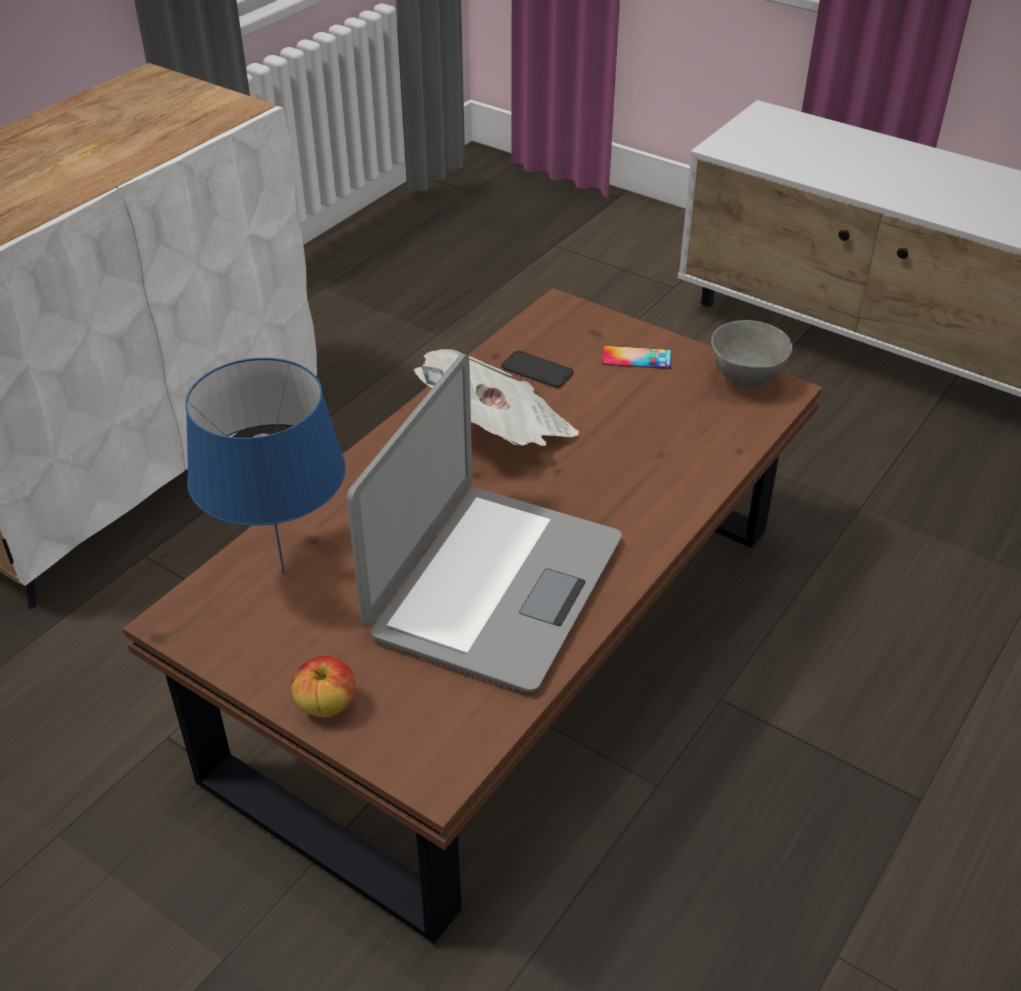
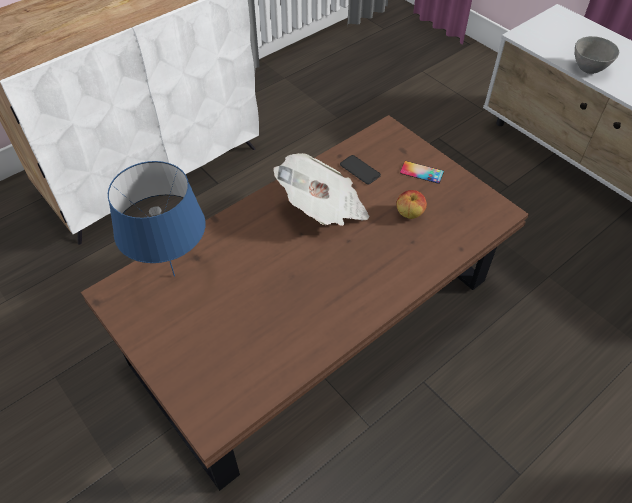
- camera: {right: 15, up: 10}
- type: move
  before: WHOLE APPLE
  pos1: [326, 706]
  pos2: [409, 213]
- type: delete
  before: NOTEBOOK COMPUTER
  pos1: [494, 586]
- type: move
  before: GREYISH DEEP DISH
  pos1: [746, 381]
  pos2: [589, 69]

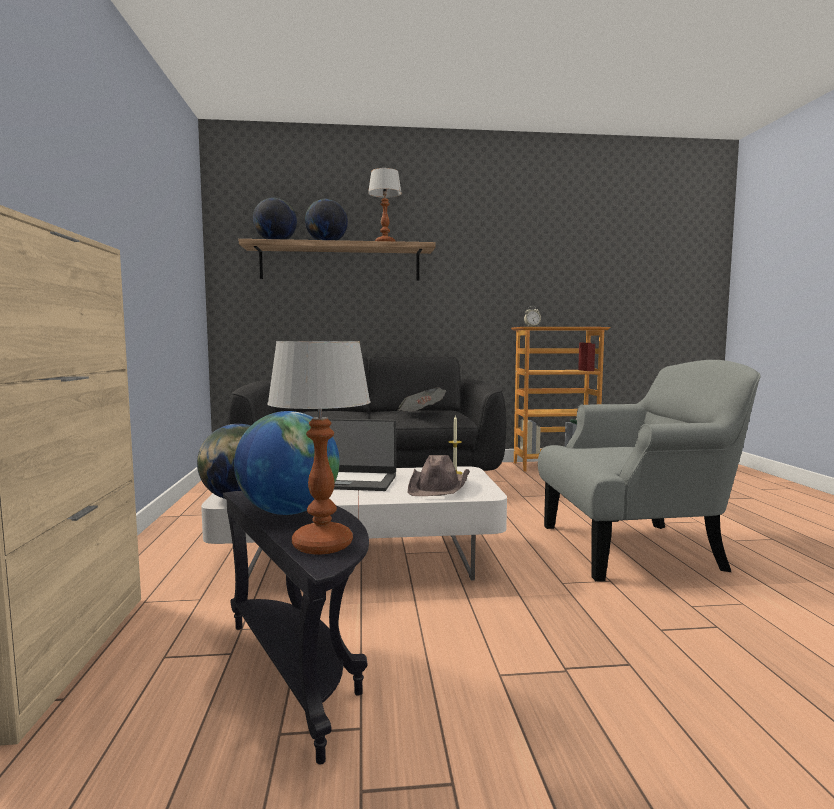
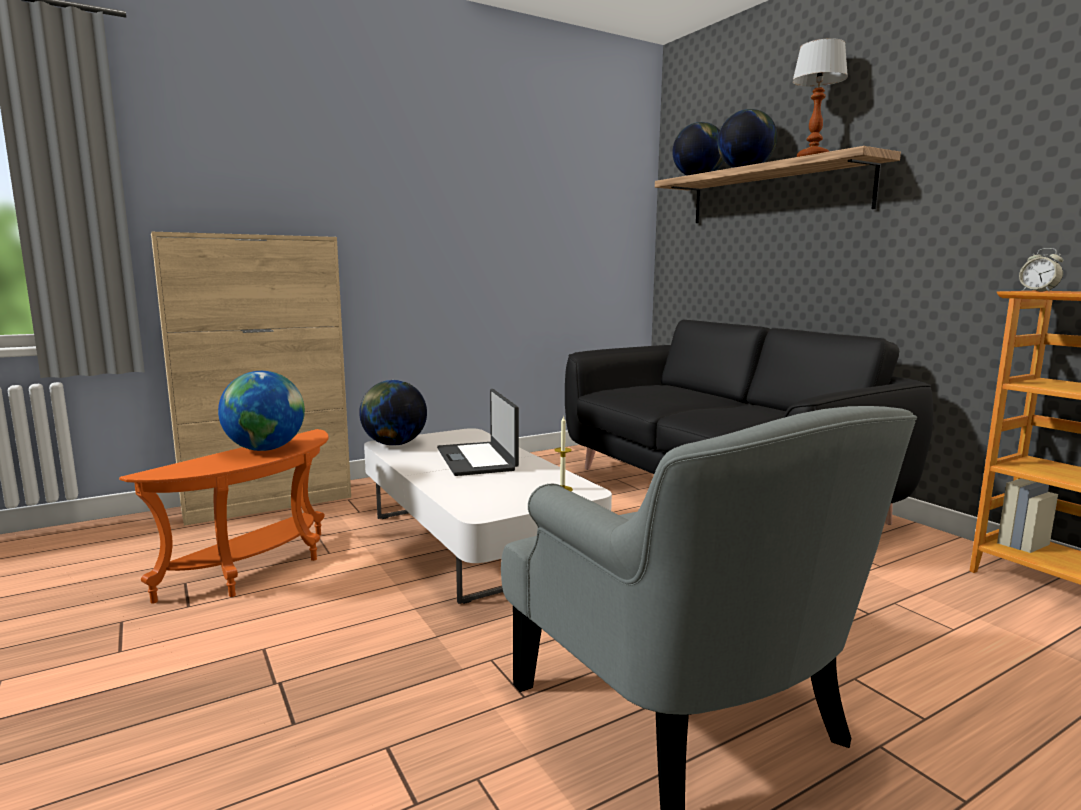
- camera: {right: 65, up: 5}
- type: recolor
  before: BLACK END TABLE
  after: ORANGE END TABLE
  pos1: [300, 672]
  pos2: [259, 570]
- type: delete
  before: TABLETOP LAMP
  pos1: [322, 544]
- type: delete
  before: NEWSPAPER
  pos1: [421, 414]
- type: delete
  before: BROWN HAT
  pos1: [439, 486]

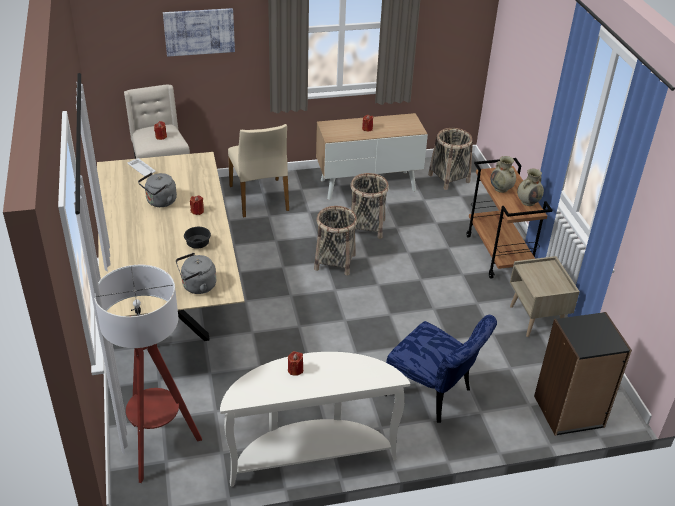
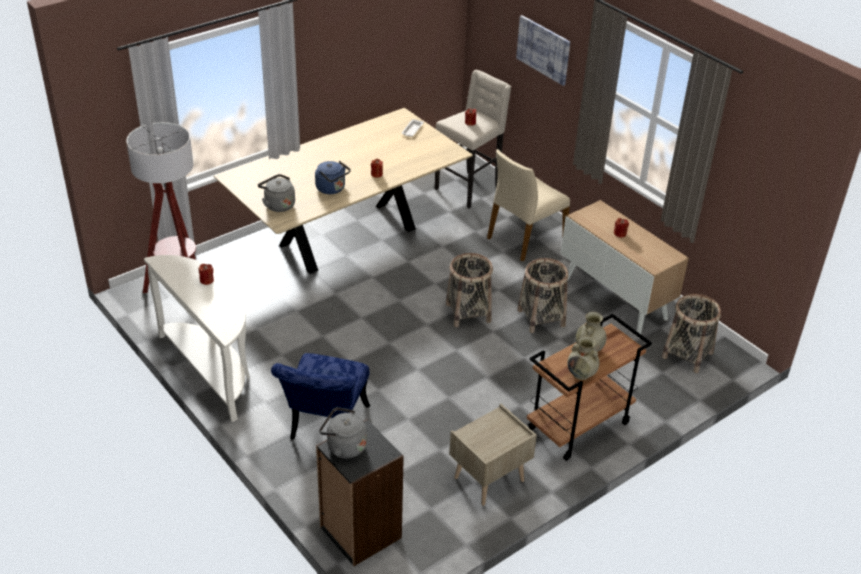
- camera: {right: 65, up: 0}
- type: move
  before: GREYISH WATER KETTLE
  pos1: [160, 202]
  pos2: [344, 446]
- type: replace
  before: BLACK DEEP DISH
  after: BLUISH WATER KETTLE
  pos1: [199, 244]
  pos2: [332, 189]

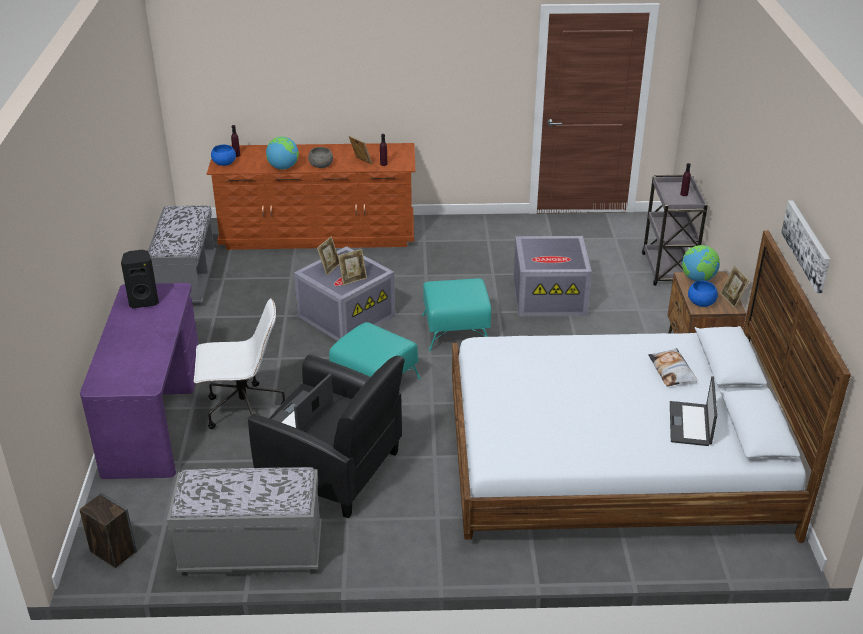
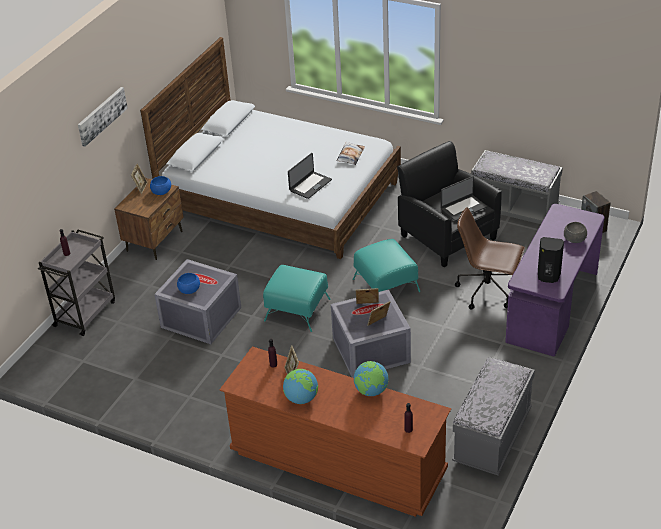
- camera: {right: -150, up: 5}
- type: recolor
  before: WHITISH OFFICE CHAIR
  after: BROWN OFFICE CHAIR
  pos1: [243, 410]
  pos2: [488, 291]
- type: move
  before: BLUISH DEEP DISH
  pos1: [224, 163]
  pos2: [189, 289]
- type: move
  before: GREYISH DEEP DISH
  pos1: [321, 165]
  pos2: [574, 239]
- type: move
  before: THROW PILLOW
  pos1: [672, 371]
  pos2: [350, 156]
- type: move
  before: NOTEBOOK COMPUTER
  pos1: [691, 424]
  pos2: [310, 185]
- type: move
  before: DESK GLOBE
  pos1: [698, 279]
  pos2: [301, 398]
- type: move
  before: WALL ART
  pos1: [807, 245]
  pos2: [101, 115]

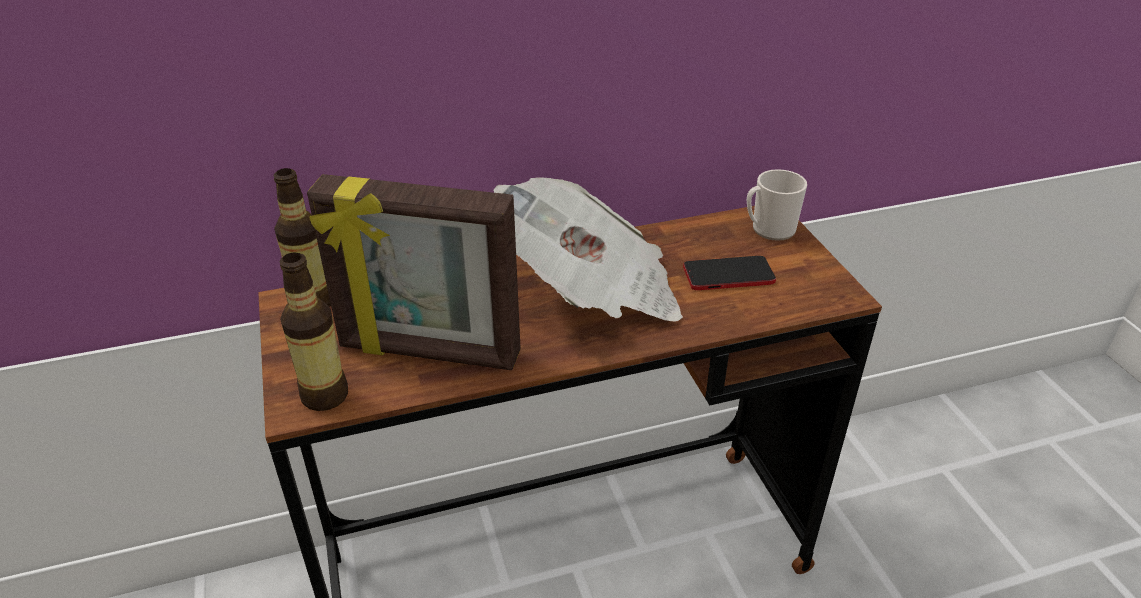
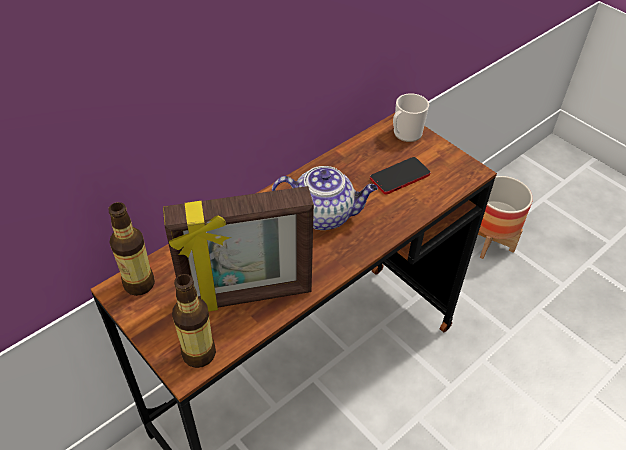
- camera: {right: -25, up: 10}
- type: replace
  before: NEWSPAPER
  after: POT FOR TEA
  pos1: [592, 291]
  pos2: [324, 215]
- type: insert
  after: PLANT POT
  pos2: [489, 241]

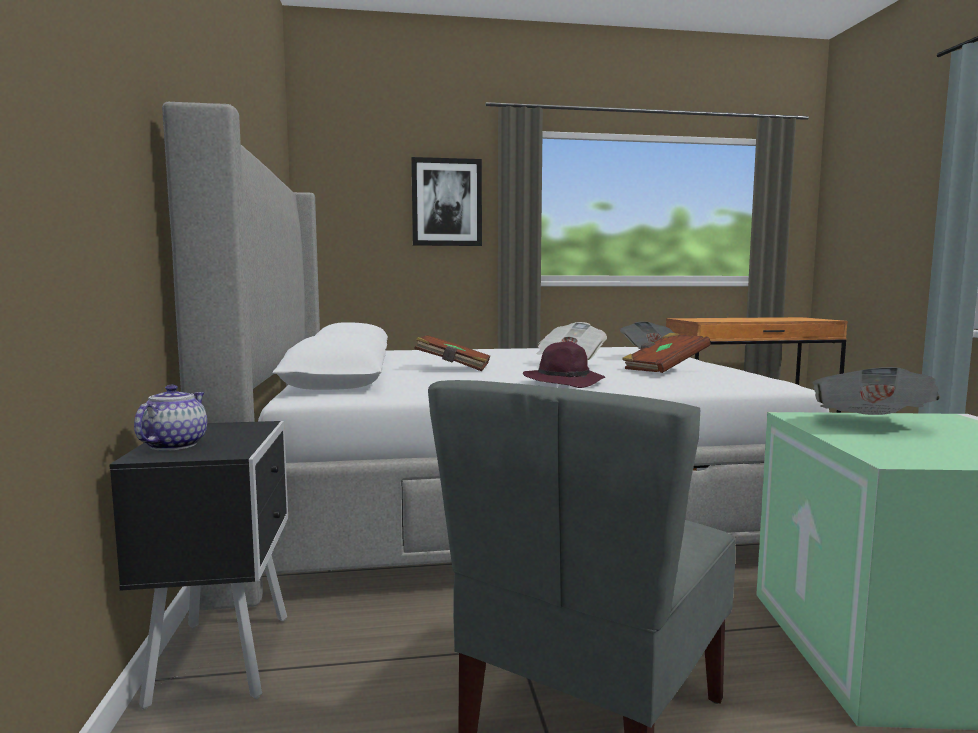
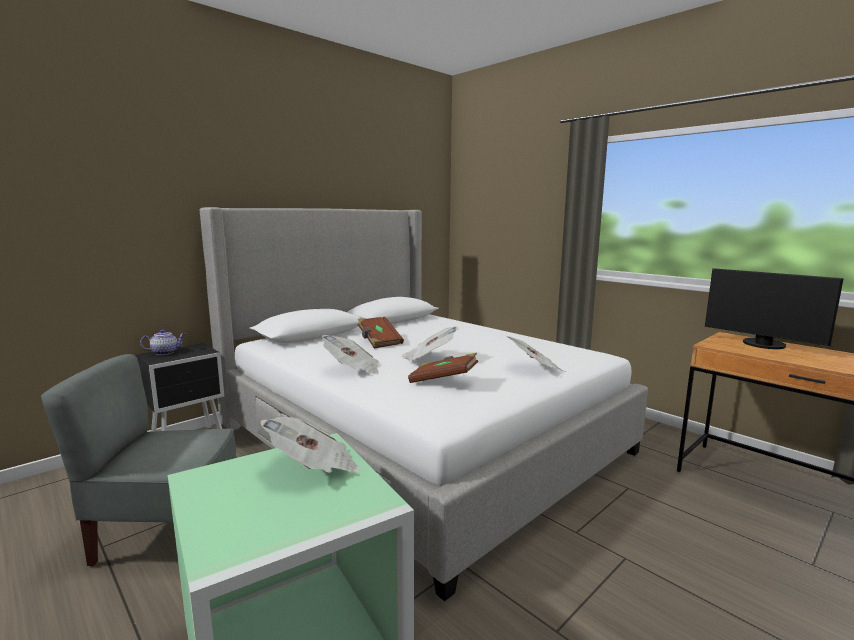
- camera: {right: 55, up: 5}
- type: delete
  before: WALL ART
  pos1: [446, 202]
- type: replace
  before: PURPLE HAT
  after: NEWSPAPER
  pos1: [564, 382]
  pos2: [353, 369]
- type: insert
  after: COMPUTER SCREEN
  pos2: [763, 345]

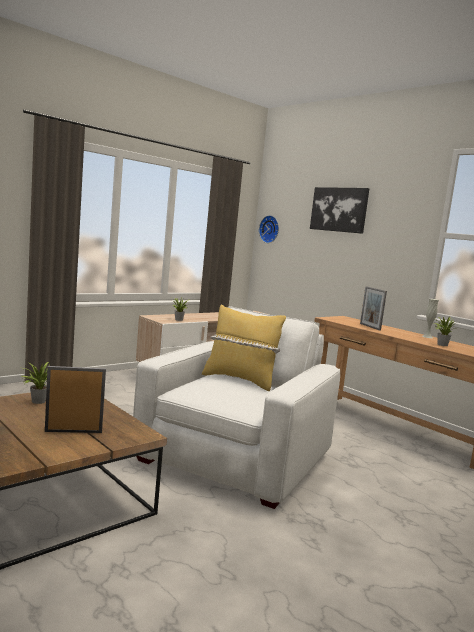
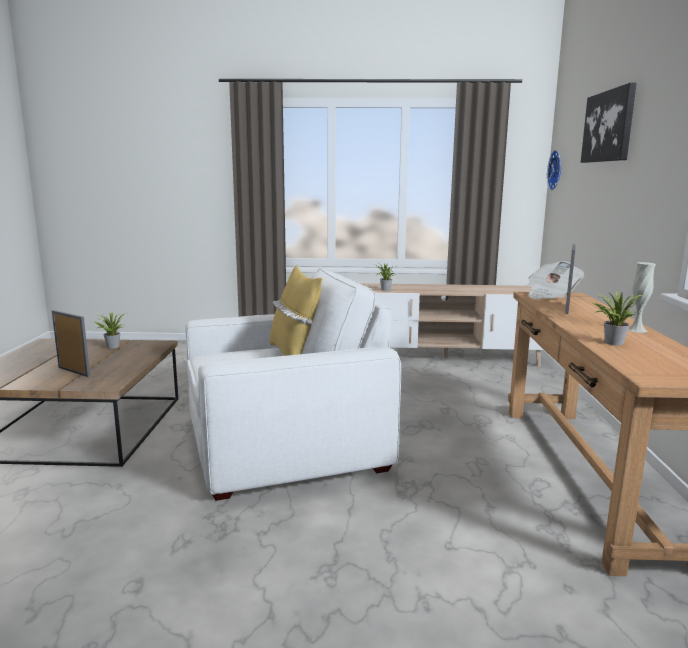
- camera: {right: 45, up: 5}
- type: insert
  after: NEWSPAPER
  pos2: [551, 295]

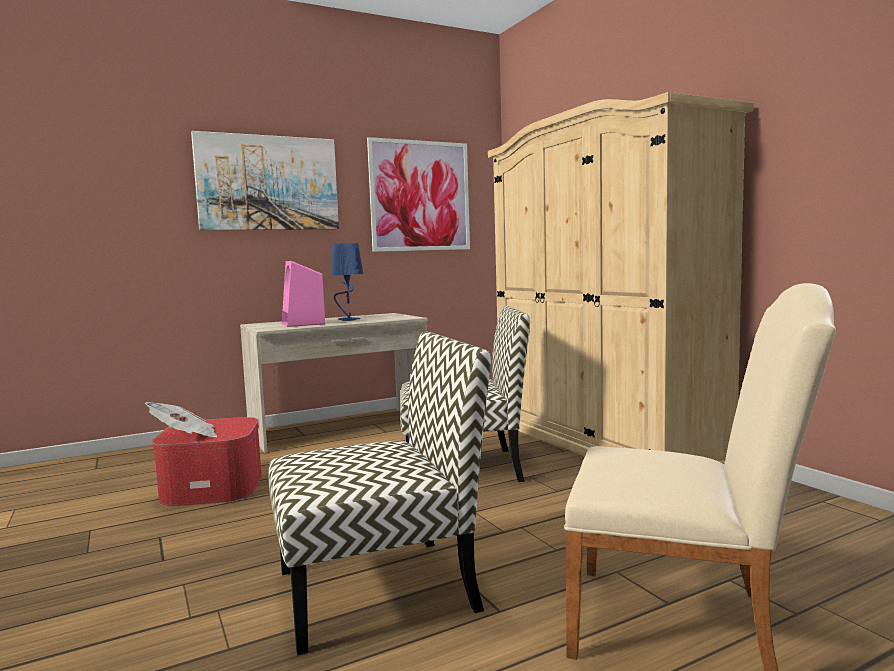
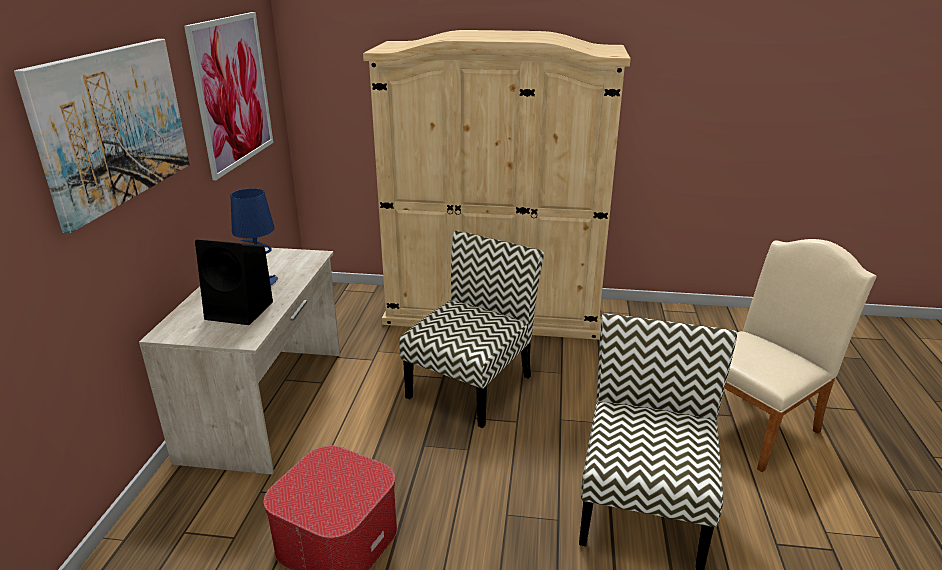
- camera: {right: -55, up: 20}
- type: delete
  before: NEWSPAPER
  pos1: [185, 437]
- type: recolor
  before: PINK-COLOURED AUDIO SPEAKER
  after: BLACK AUDIO SPEAKER
  pos1: [303, 324]
  pos2: [241, 310]

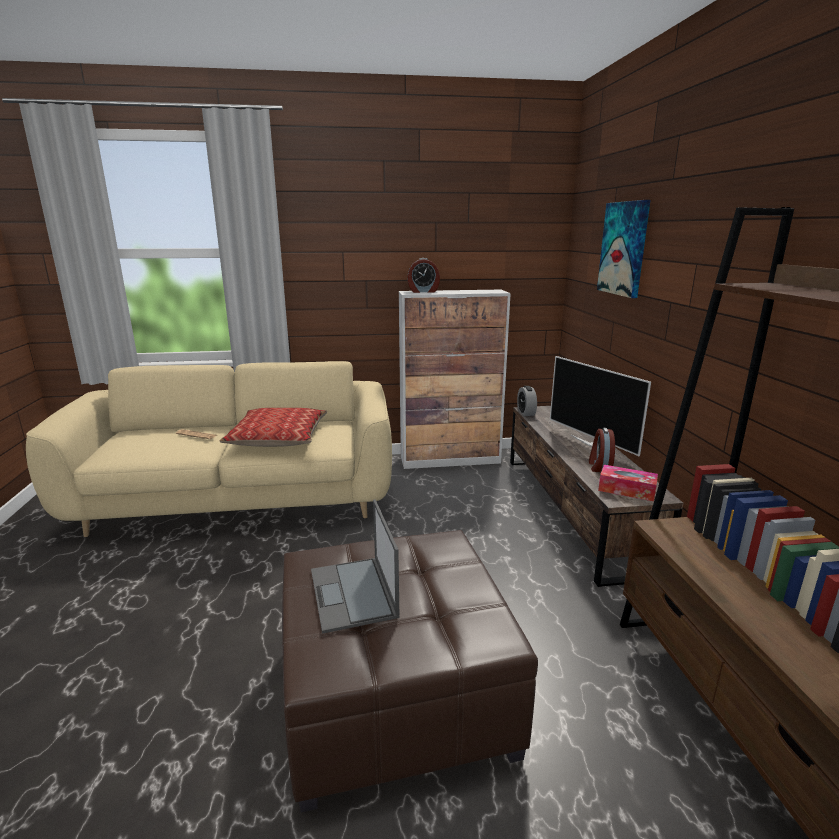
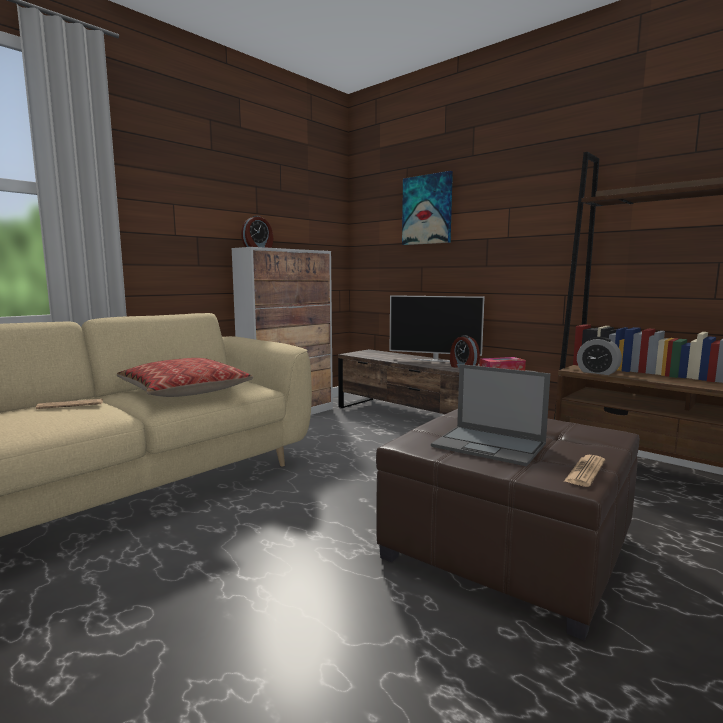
- camera: {right: -40, up: -10}
- type: move
  before: ALARM CLOCK
  pos1: [526, 412]
  pos2: [597, 372]
- type: insert
  after: NEWSPAPER
  pos2: [585, 471]

